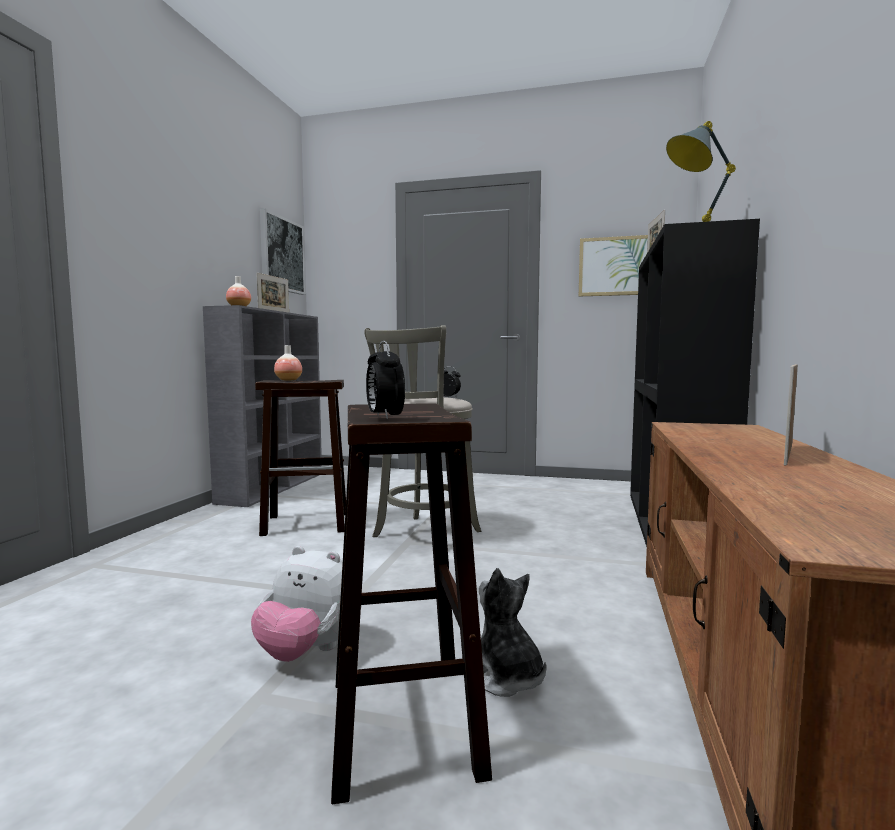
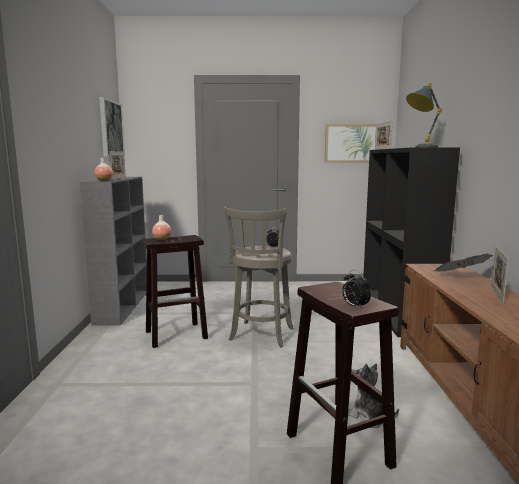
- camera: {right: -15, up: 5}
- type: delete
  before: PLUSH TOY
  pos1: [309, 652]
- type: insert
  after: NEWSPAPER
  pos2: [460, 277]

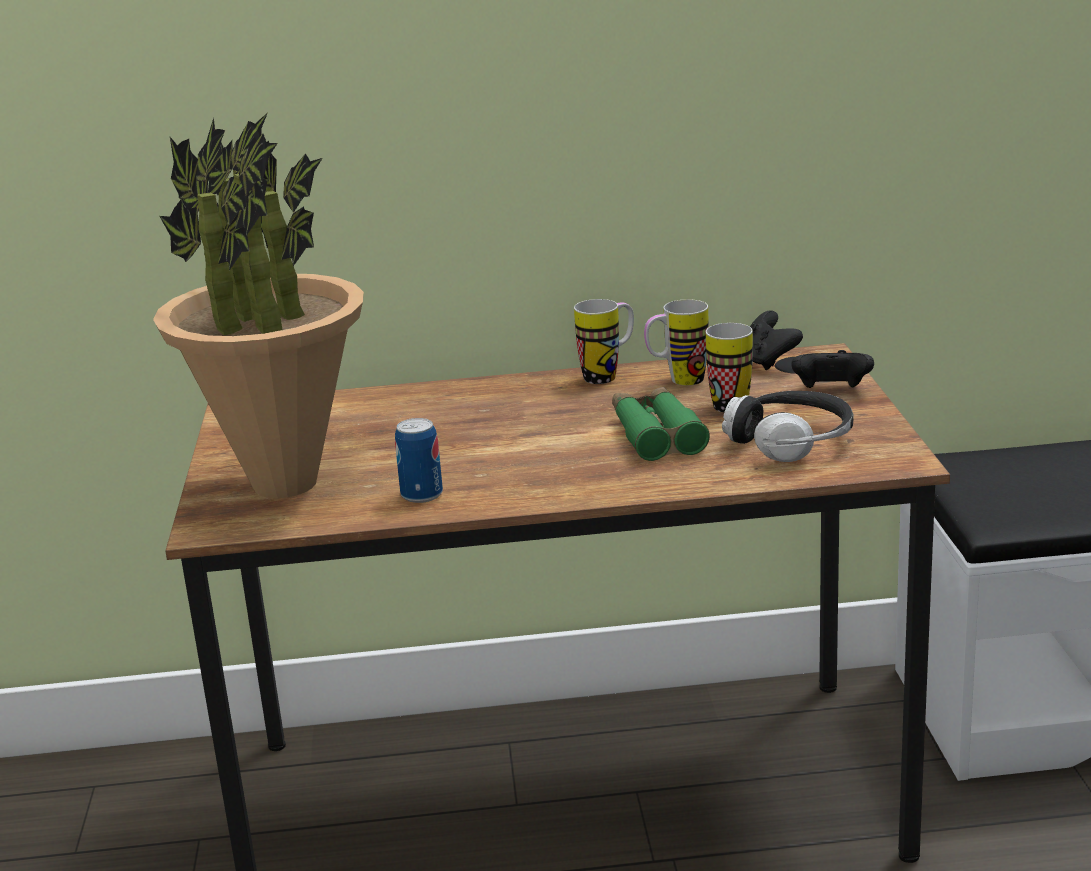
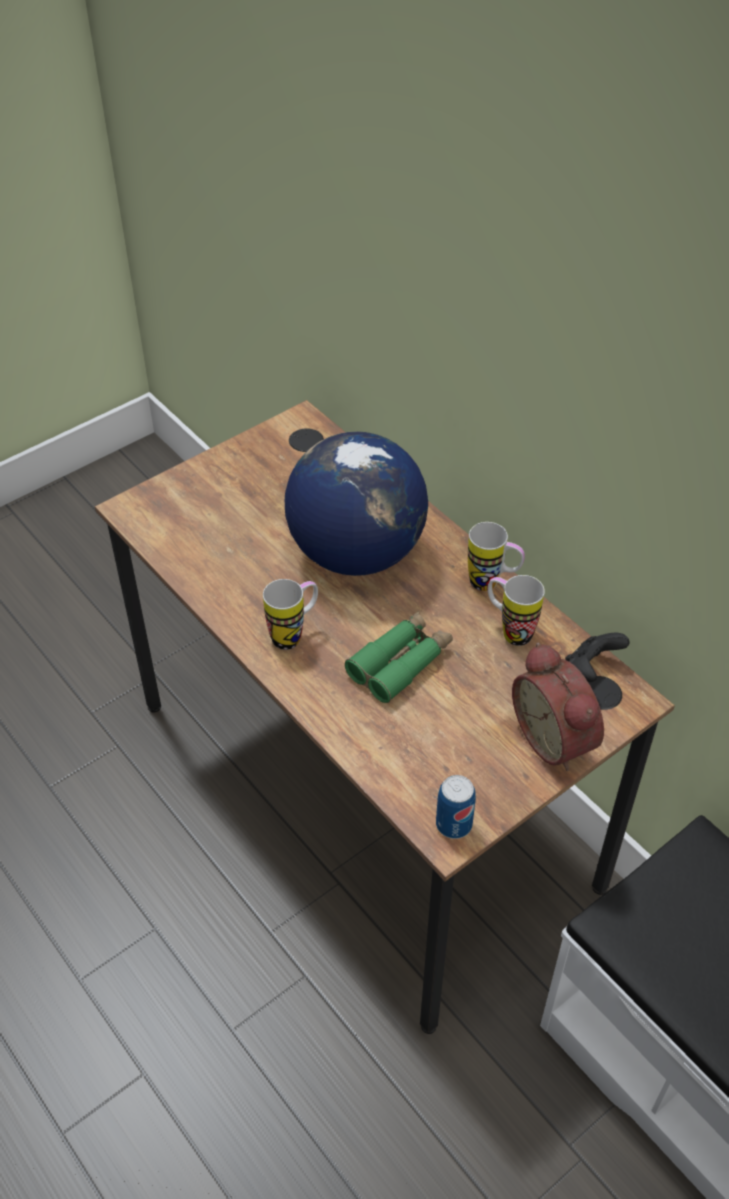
- camera: {right: 55, up: 25}
- type: delete
  before: HOUSEPLANT
  pos1: [283, 484]
- type: move
  before: METAL CAN
  pos1: [422, 495]
  pos2: [454, 824]
- type: move
  before: TEA MUG
  pos1: [728, 402]
  pos2: [294, 634]
- type: delete
  before: PAIR OF HEADPHONES
  pos1: [791, 443]
- type: replace
  before: BLACK GAMEPAD
  after: ALARM CLOCK
  pos1: [831, 392]
  pos2: [556, 737]
- type: insert
  after: DESK GLOBE
  pos2: [356, 552]

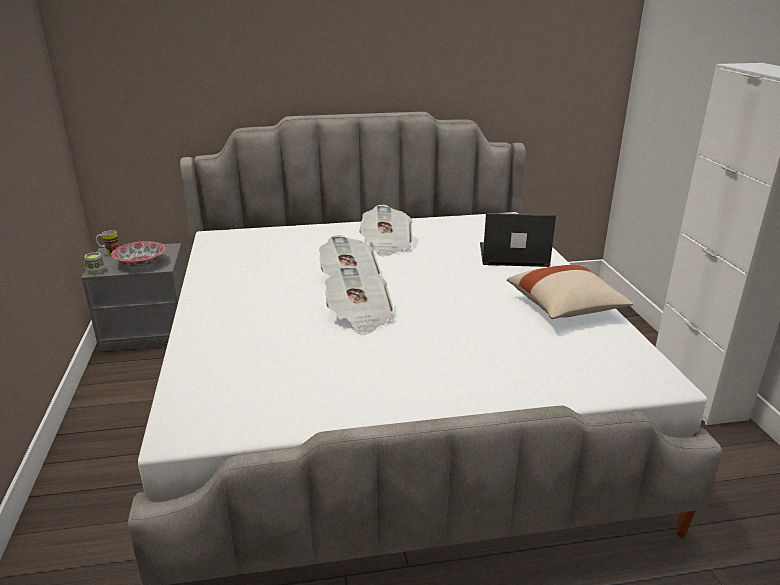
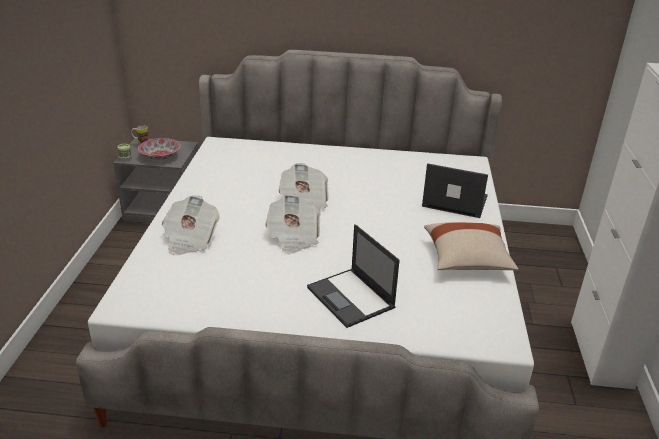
- camera: {right: 15, up: 5}
- type: move
  before: NEWSPAPER
  pos1: [386, 245]
  pos2: [190, 239]
- type: insert
  after: NOTEBOOK COMPUTER
  pos2: [351, 298]

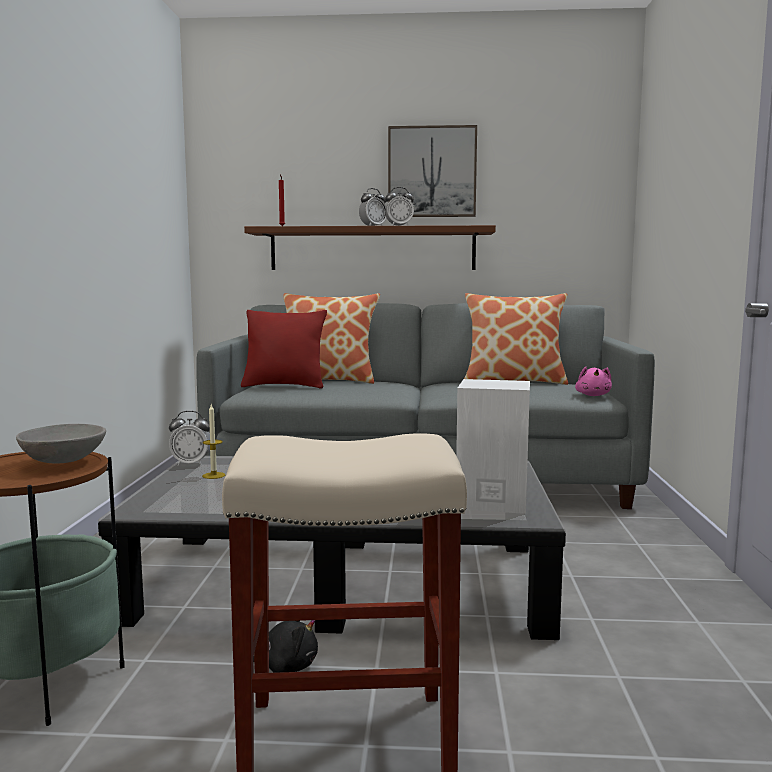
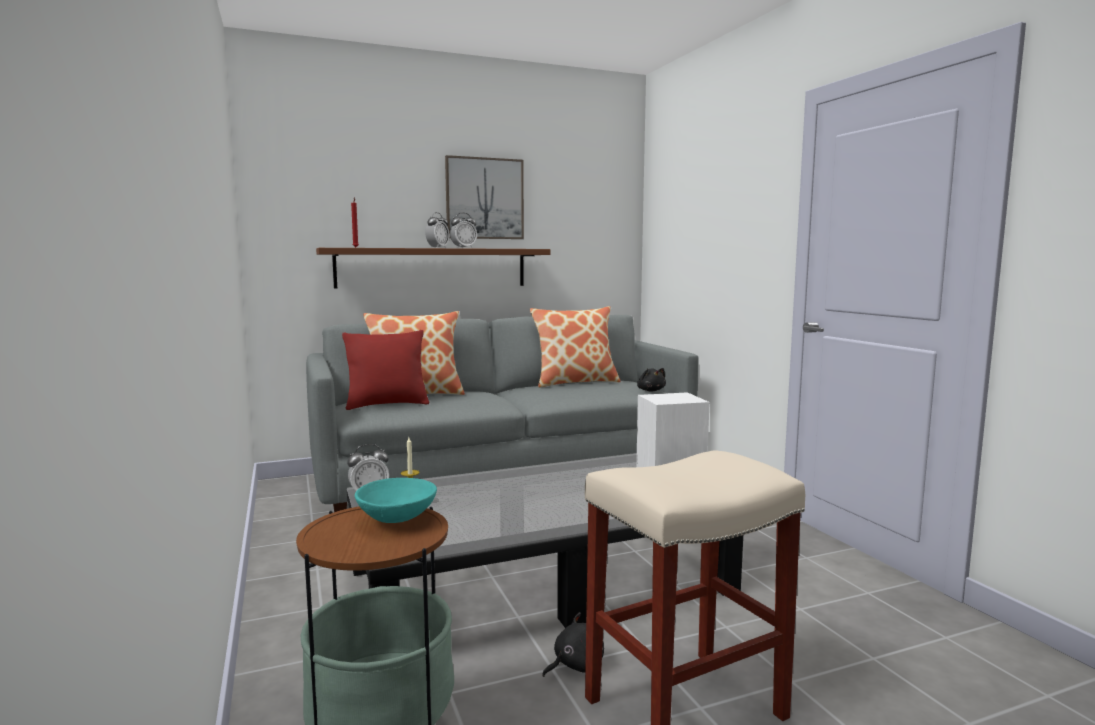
- camera: {right: -25, up: 0}
- type: recolor
  before: GREYISH DEEP DISH
  after: TURQUOISE-COLOURED DEEP DISH
  pos1: [63, 460]
  pos2: [396, 517]
- type: recolor
  before: PINK-COLOURED PLUSH TOY
  after: BLACK PLUSH TOY
  pos1: [593, 395]
  pos2: [650, 390]

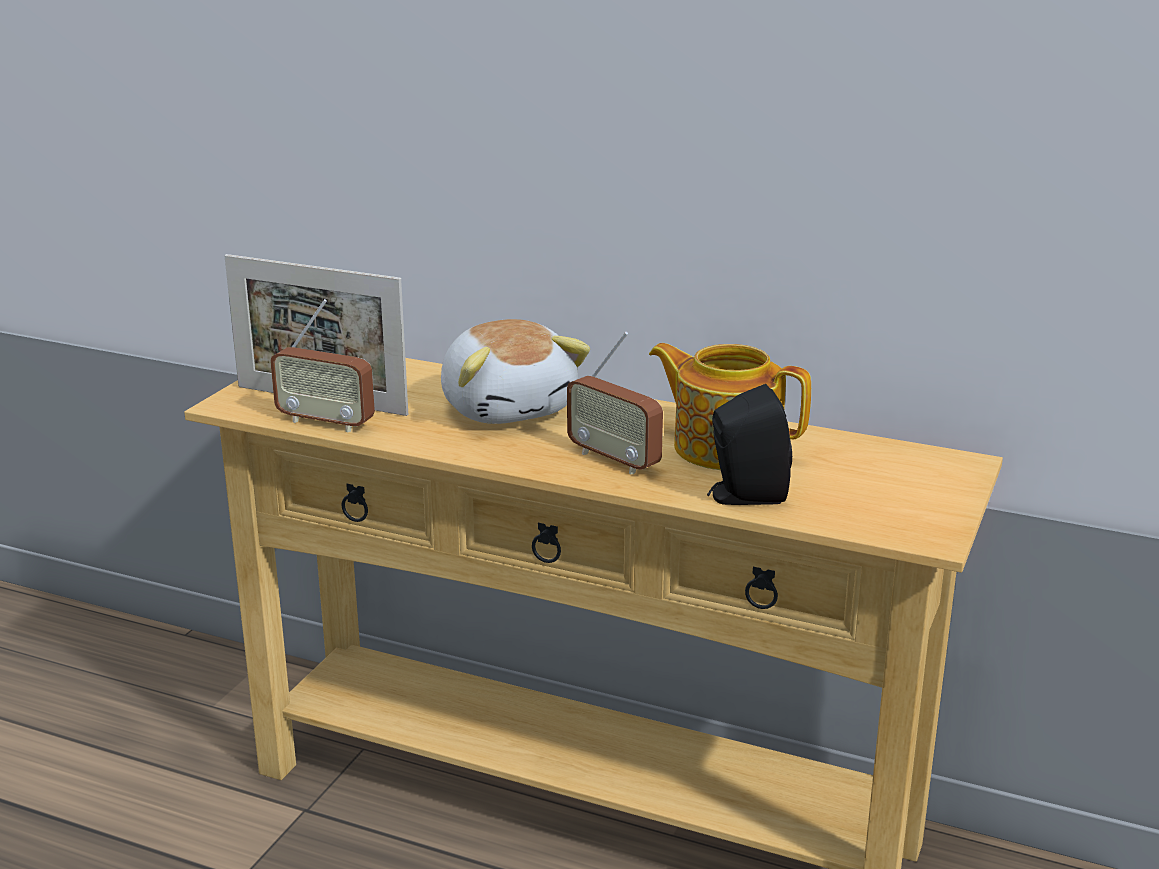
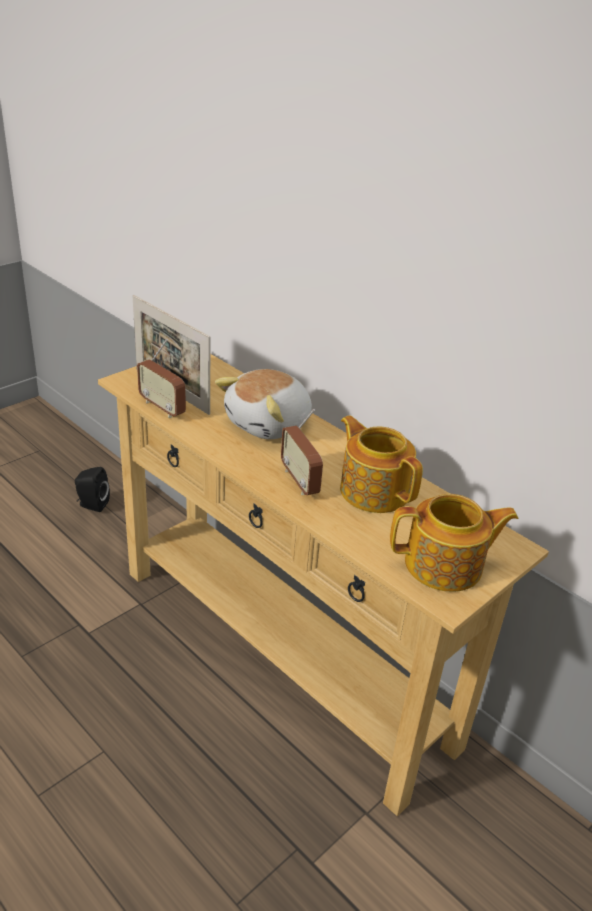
- camera: {right: 20, up: 10}
- type: rotate
  before: PLUSH TOY
  pos1: [509, 407]
  pos2: [269, 424]
  turn: 45
- type: move
  before: BLACK AUDIO SPEAKER
  pos1: [743, 496]
  pos2: [92, 505]
- type: insert
  after: POT FOR TEA
  pos2: [445, 565]

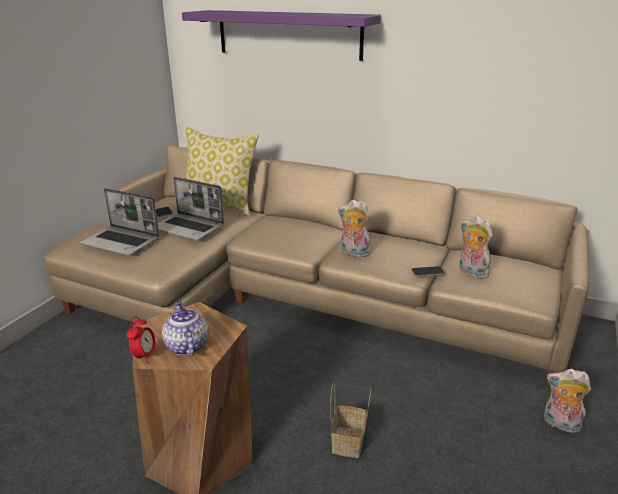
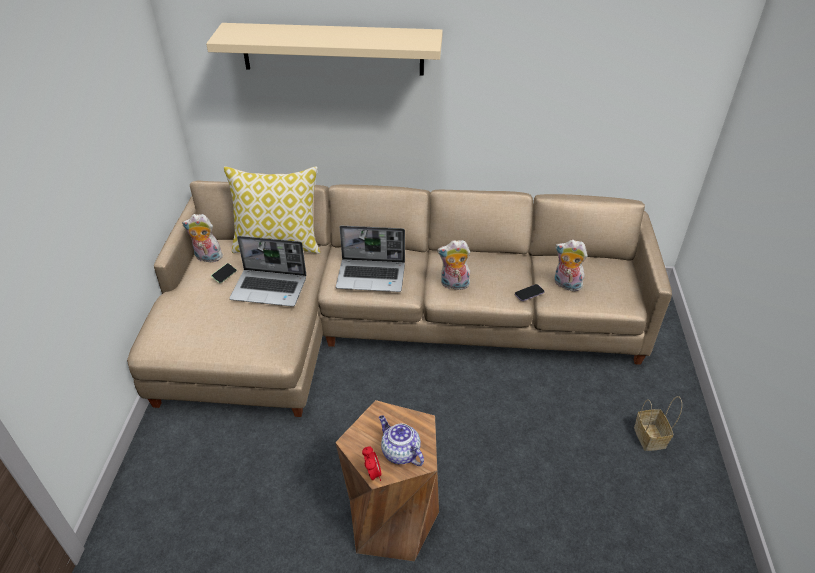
- camera: {right: -20, up: 15}
- type: move
  before: NOTEBOOK COMPUTER
  pos1: [122, 242]
  pos2: [372, 276]
- type: recolor
  before: PURPLE WALL SHELF
  after: SAND-COLOURED WALL SHELF
  pos1: [288, 34]
  pos2: [332, 49]
- type: move
  before: STORAGE BASKET
  pos1: [348, 443]
  pos2: [650, 438]
- type: move
  before: PLUSH TOY
  pos1: [560, 424]
  pos2: [207, 258]

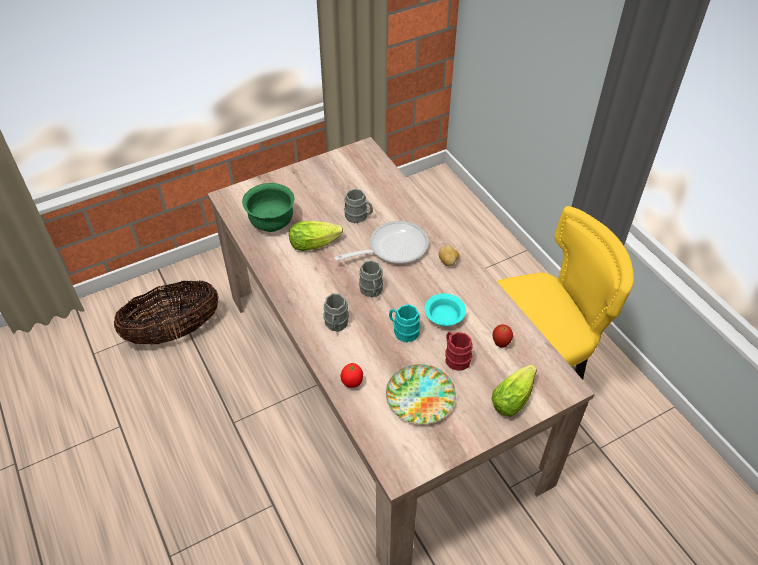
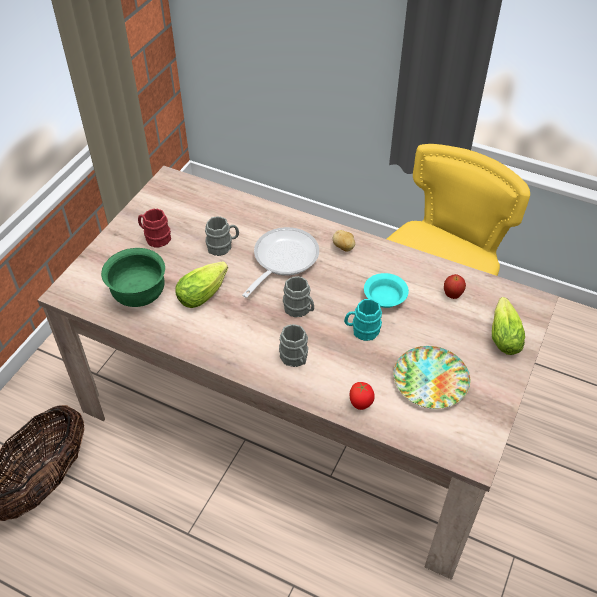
- camera: {right: -35, up: 0}
- type: move
  before: REDDISH TEA MUG
  pos1: [455, 357]
  pos2: [155, 238]

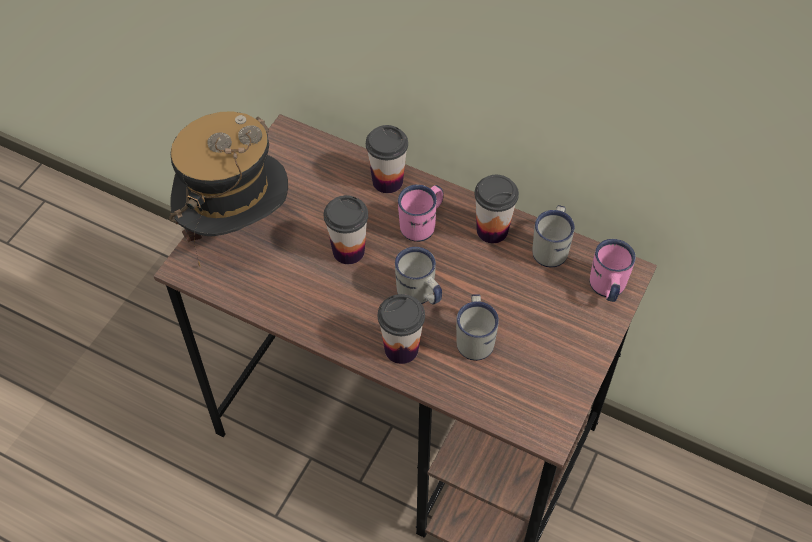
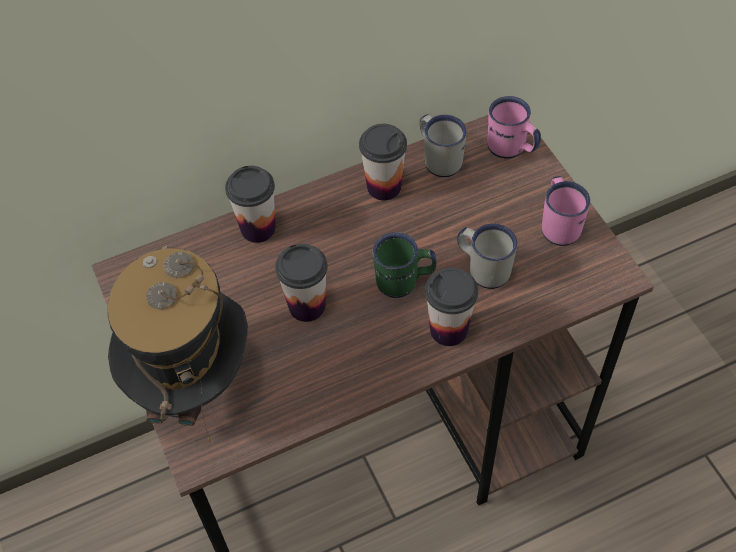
- camera: {right: -50, up: 0}
- type: recolor
  before: WHITISH TEA MUG
  after: GREENISH TEA MUG
  pos1: [419, 296]
  pos2: [404, 281]
- type: move
  before: PINK-COLOURED TEA MUG
  pos1: [422, 224]
  pos2: [559, 224]

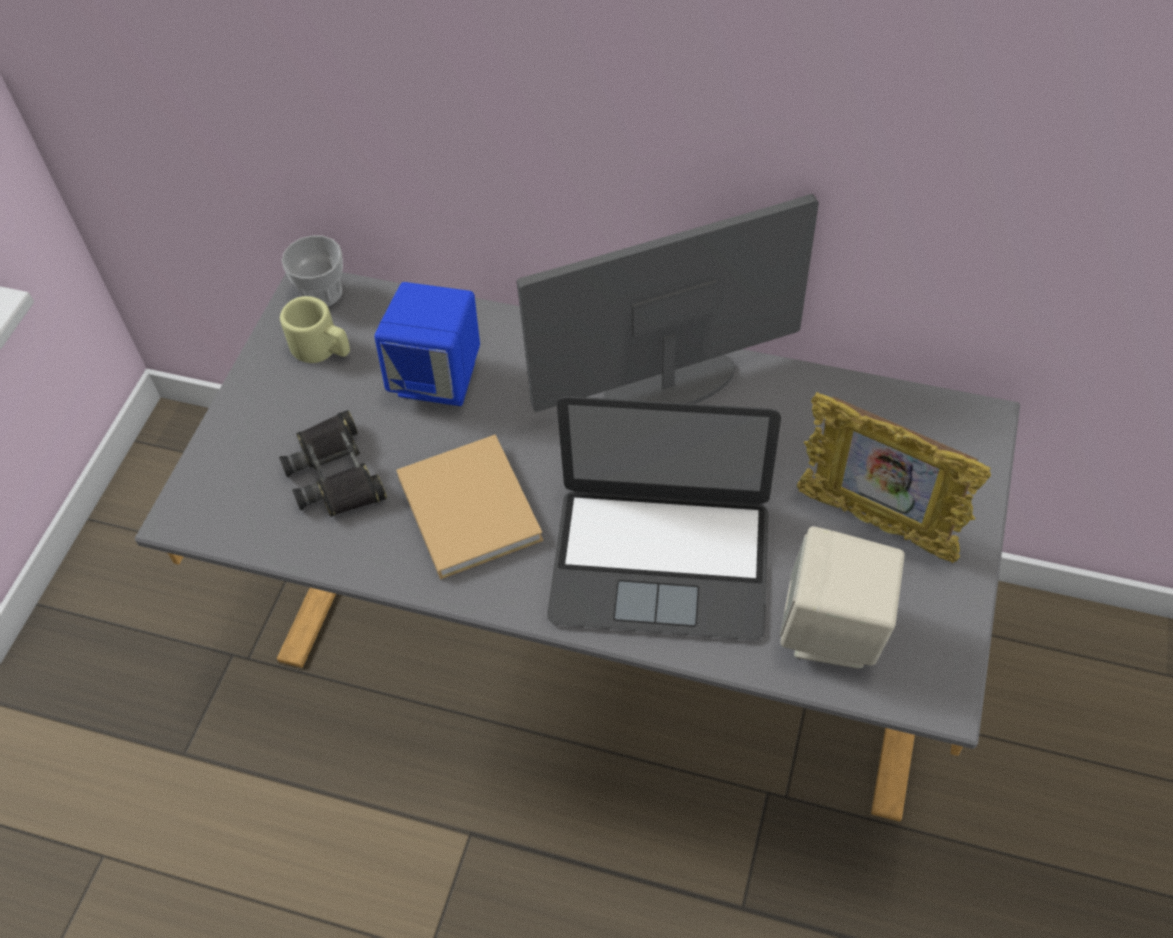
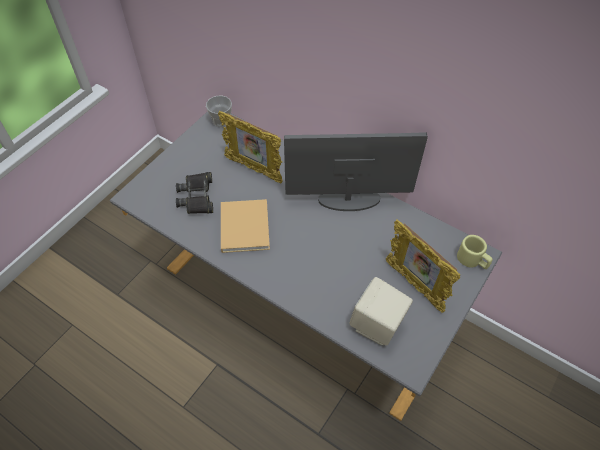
- camera: {right: 15, up: 0}
- type: move
  before: SAND-COLOURED TEA MUG
  pos1: [322, 348]
  pos2: [472, 260]
- type: replace
  before: BLUISH AUDIO SPEAKER
  after: PHOTO FRAME
  pos1: [438, 378]
  pos2: [254, 169]
- type: delete
  before: NOTEBOOK COMPUTER
  pos1: [660, 561]

